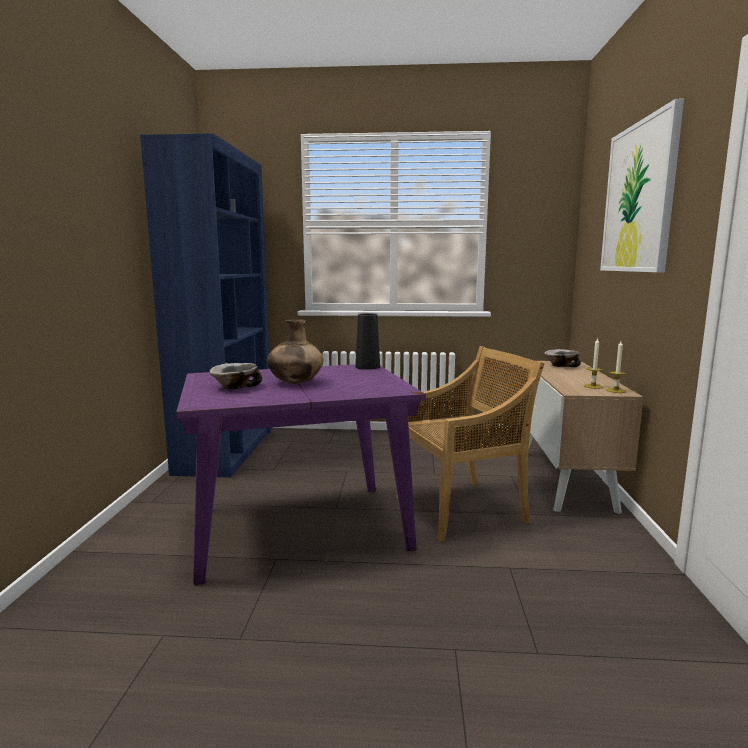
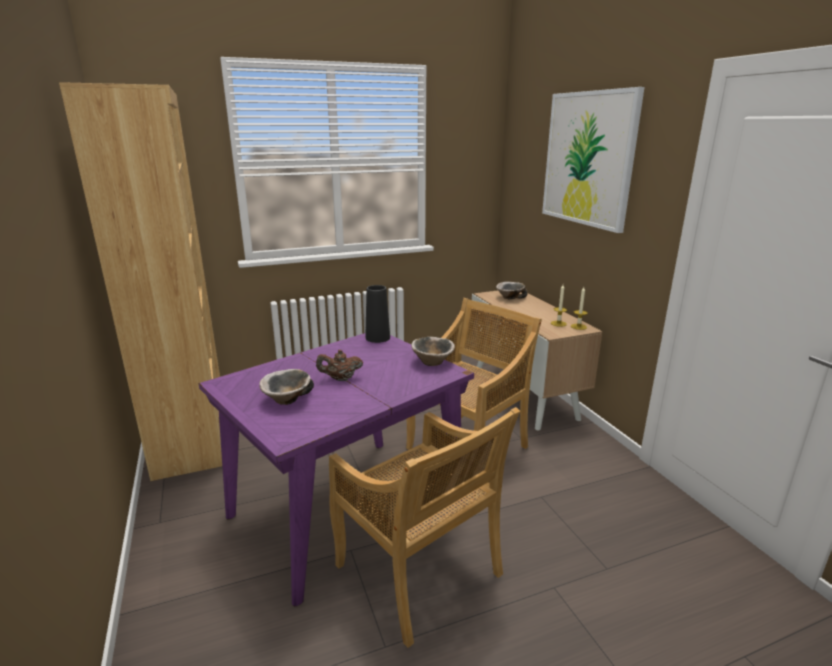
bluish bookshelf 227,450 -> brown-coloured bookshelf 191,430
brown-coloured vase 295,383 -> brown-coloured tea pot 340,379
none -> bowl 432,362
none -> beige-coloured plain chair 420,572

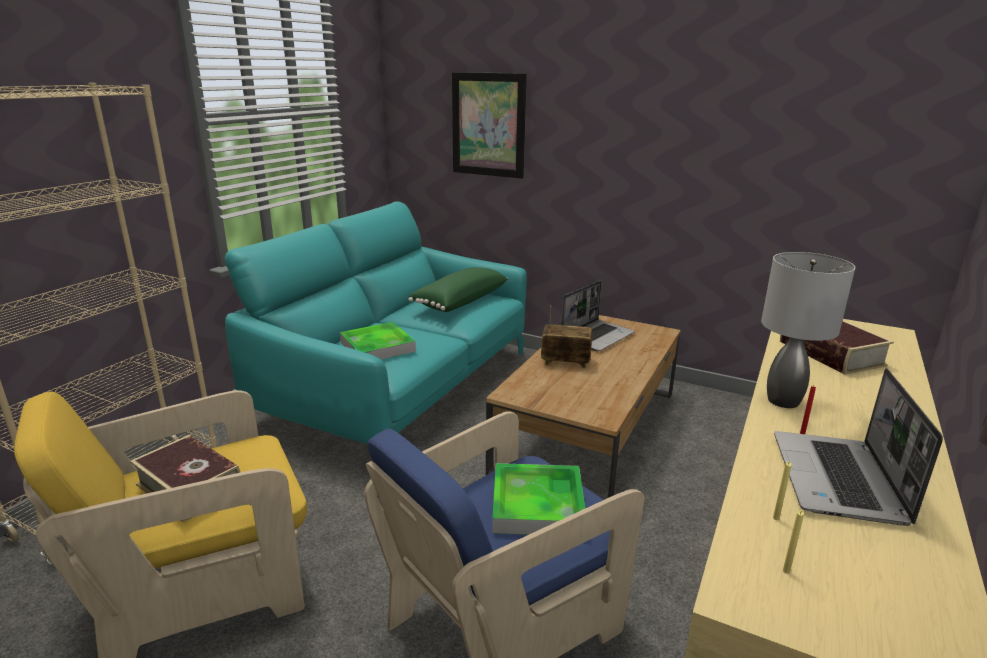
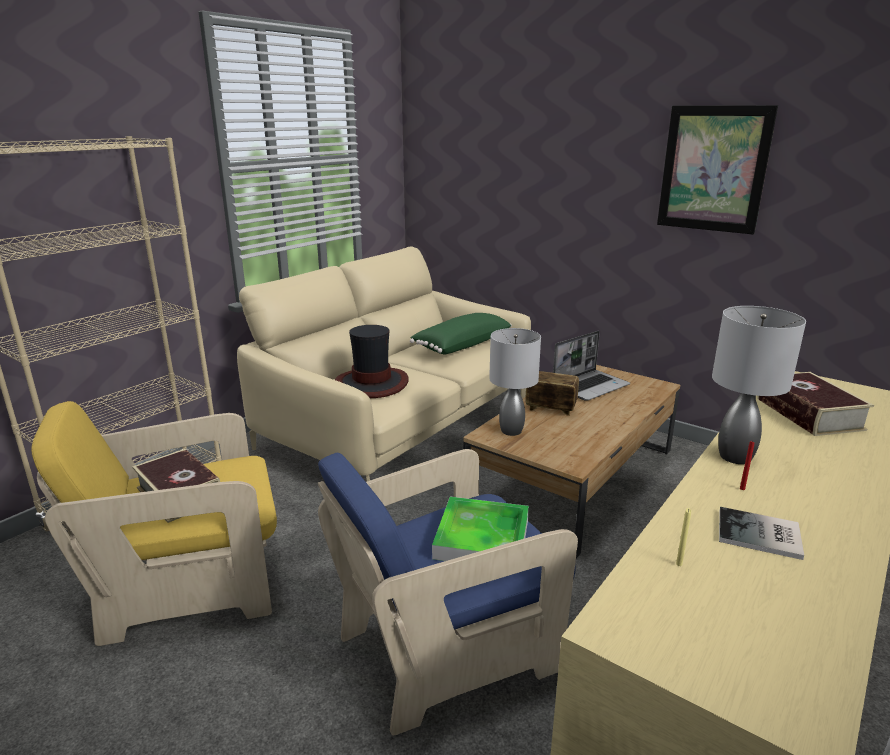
picture 488,125 -> picture 713,169, moved
turquoise sofa 399,386 -> beige-coloured sofa 399,424
carrying tray 377,347 -> hat 372,383
portable computer 839,480 -> volume 761,535
yellow-coloured candle 786,571 -> none
none -> gray tabletop lamp 511,430

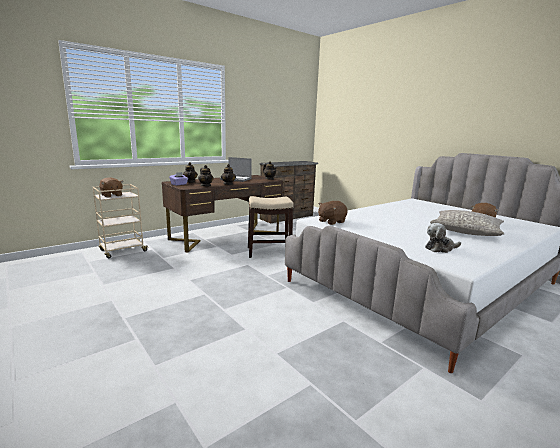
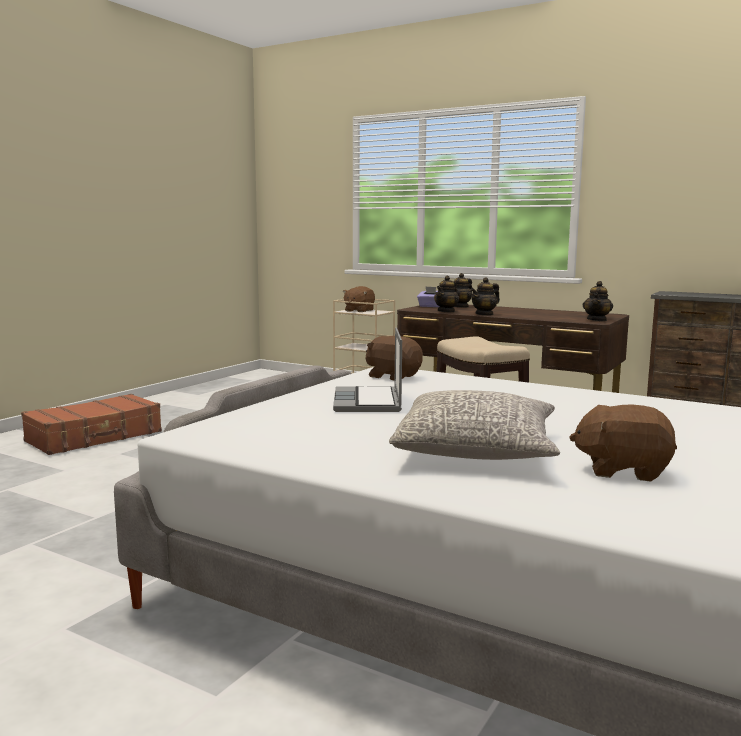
portable computer 236,179 -> portable computer 368,402, moved
plush toy 440,248 -> none
none -> brown-coloured piece of luggage 95,437

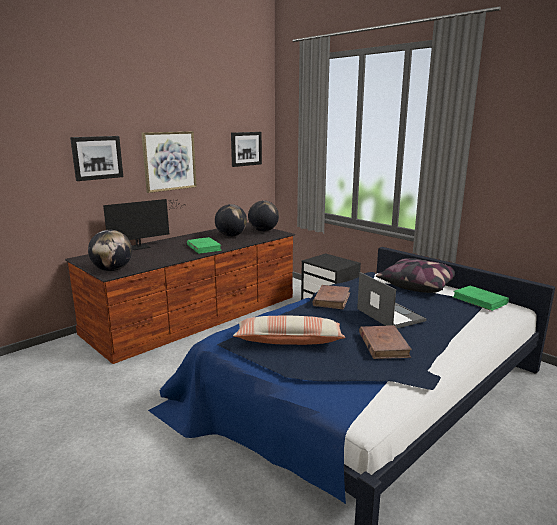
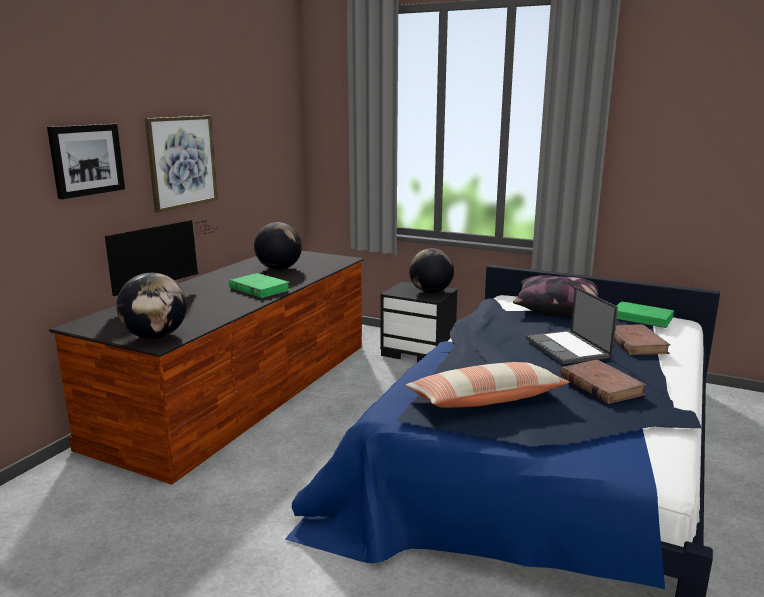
picture 246,148 -> none
desk globe 263,231 -> desk globe 430,292, moved
portable computer 389,314 -> portable computer 568,348, 150 degrees counterclockwise
brown-coloured volume 331,299 -> brown-coloured volume 635,343, moved

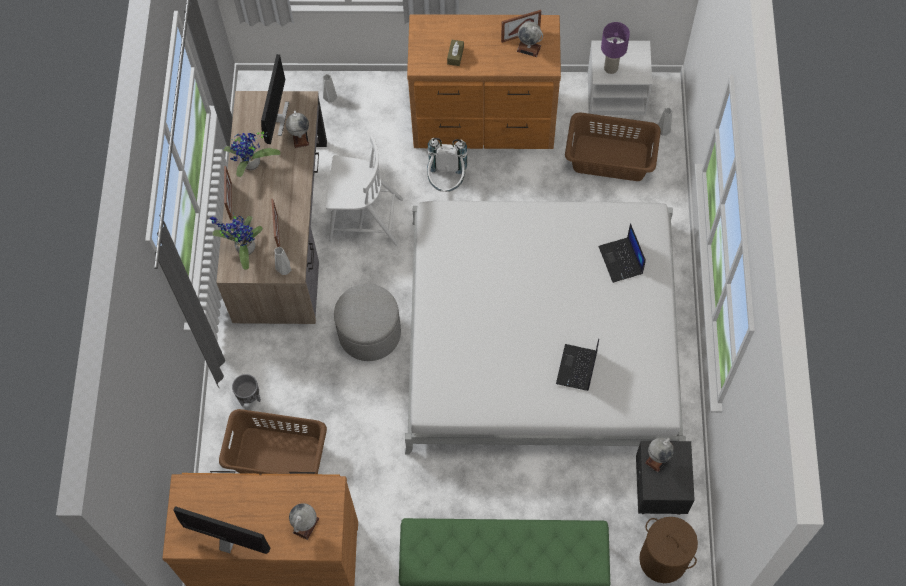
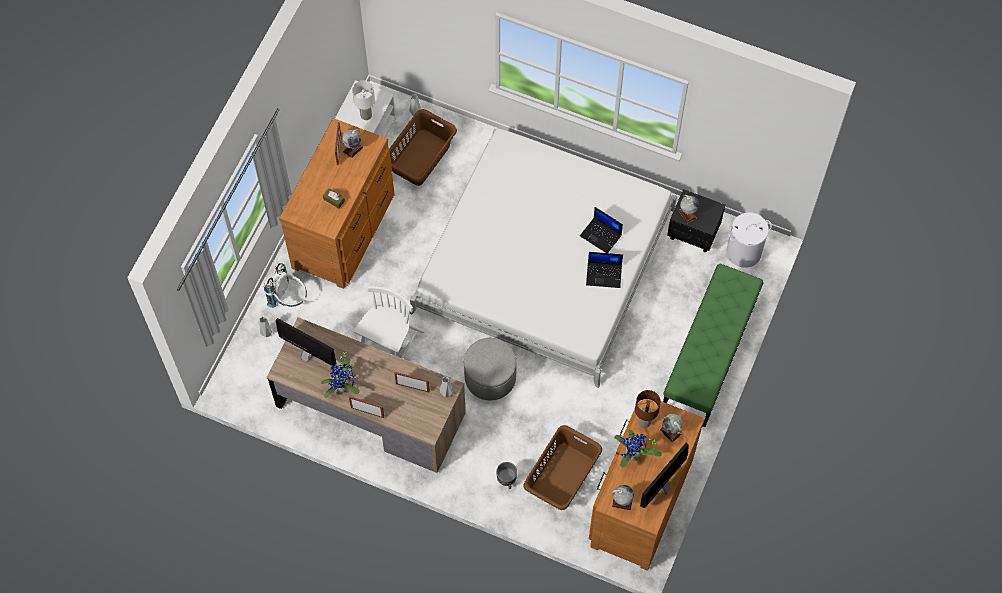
purple tabletop lamp 610,68 -> white-coloured tabletop lamp 366,115
desk globe 300,137 -> desk globe 622,502, moved
white-coloured rucksack 447,181 -> white-coloured rucksack 289,299, moved
potted plant 243,248 -> potted plant 633,455, moved
portable computer 621,260 -> portable computer 604,274, moved
brown-coloured washing basket 662,559 -> white-coloured washing basket 743,252
none -> brown-coloured tabletop lamp 644,422

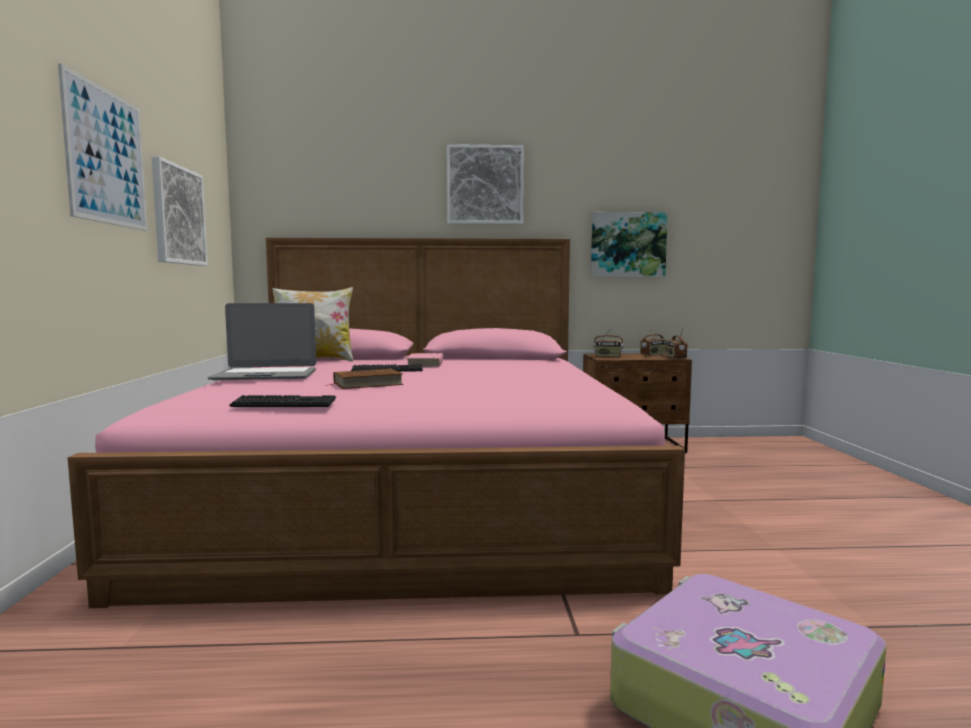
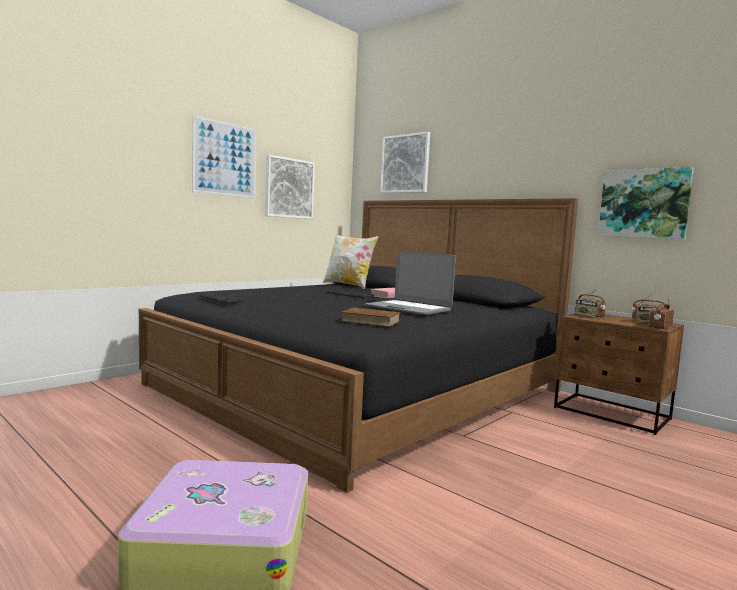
picture 485,185 -> picture 405,164, moved
pink bedroom bed 411,493 -> black-coloured bedroom bed 358,387
portable computer 265,376 -> portable computer 409,309, moved
brown-coloured volume 367,384 -> brown-coloured volume 370,321, moved

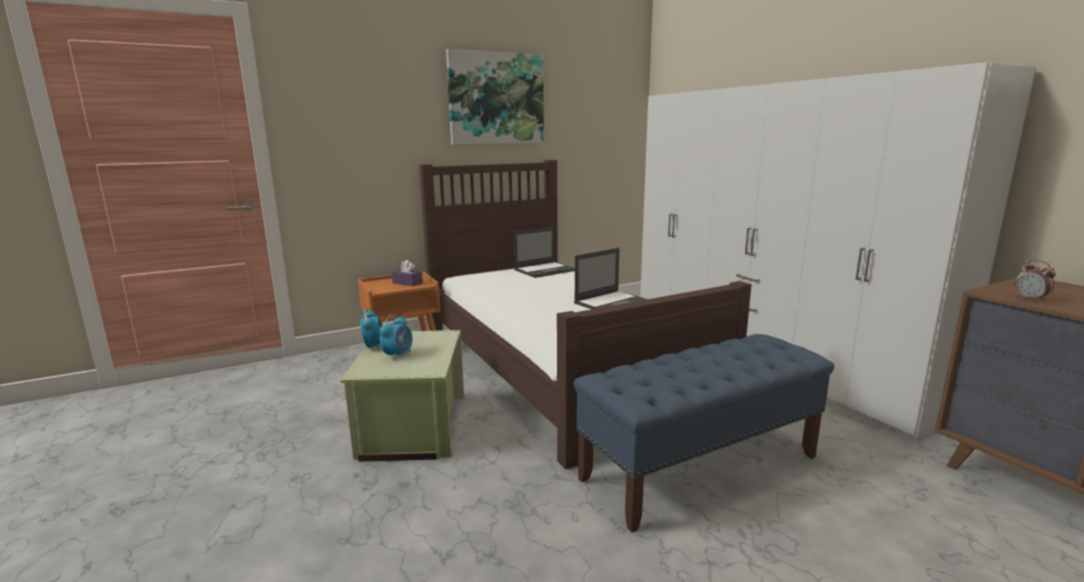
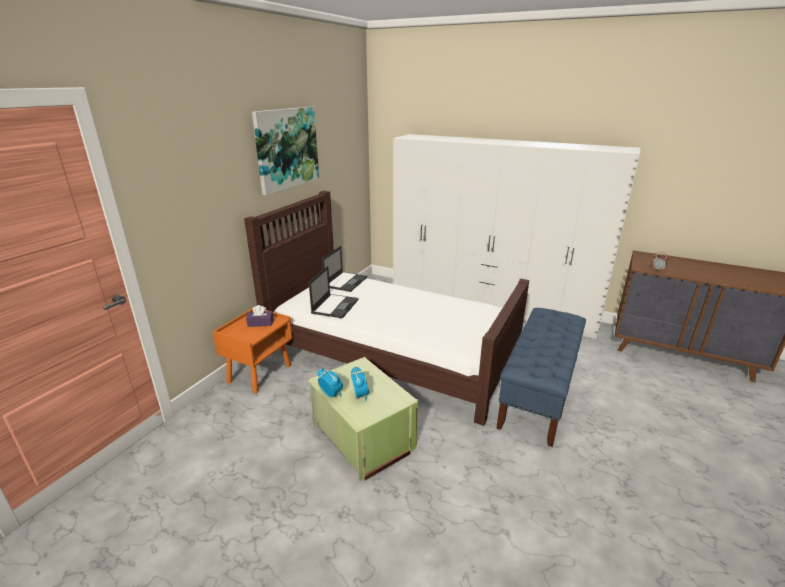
portable computer 612,303 -> portable computer 335,306, moved

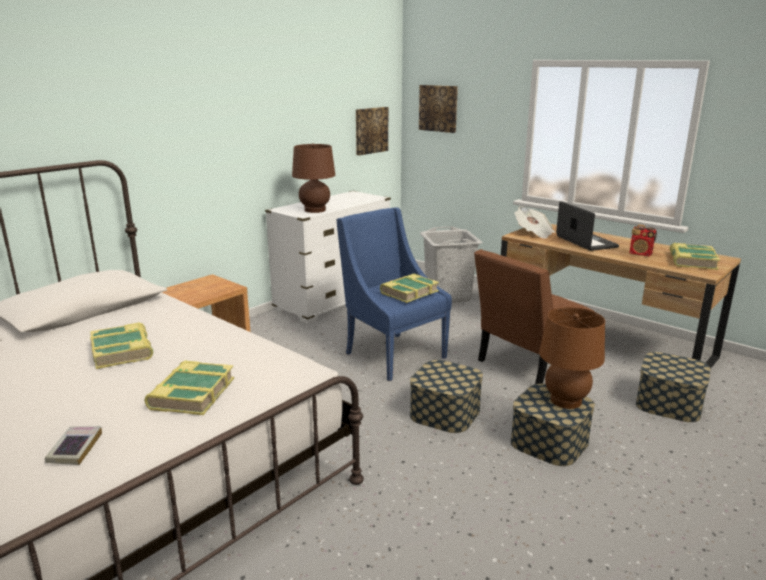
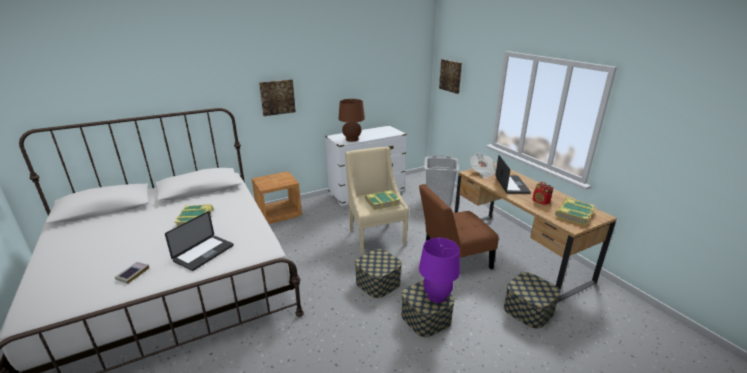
picture 371,130 -> picture 277,97, moved
bluish lounge chair 392,354 -> beige-coloured lounge chair 375,236
brown-coloured tabletop lamp 566,400 -> purple tabletop lamp 436,296
volume 191,394 -> portable computer 204,253

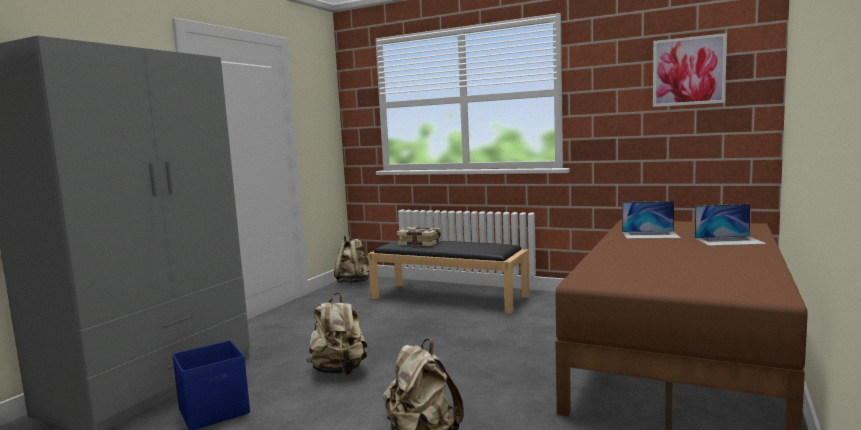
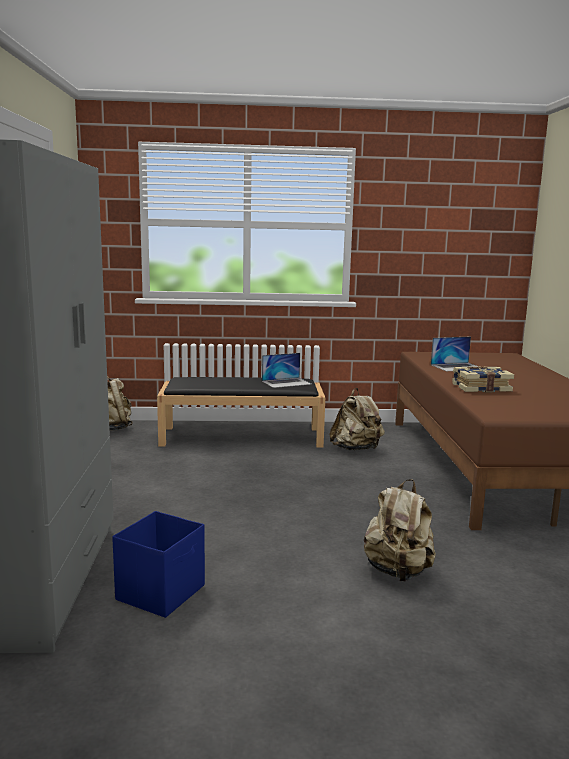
picture 688,71 -> none
portable computer 729,241 -> portable computer 286,382, moved
volume 420,243 -> volume 480,388, moved
beige-coloured rucksack 339,371 -> beige-coloured rucksack 356,449, moved

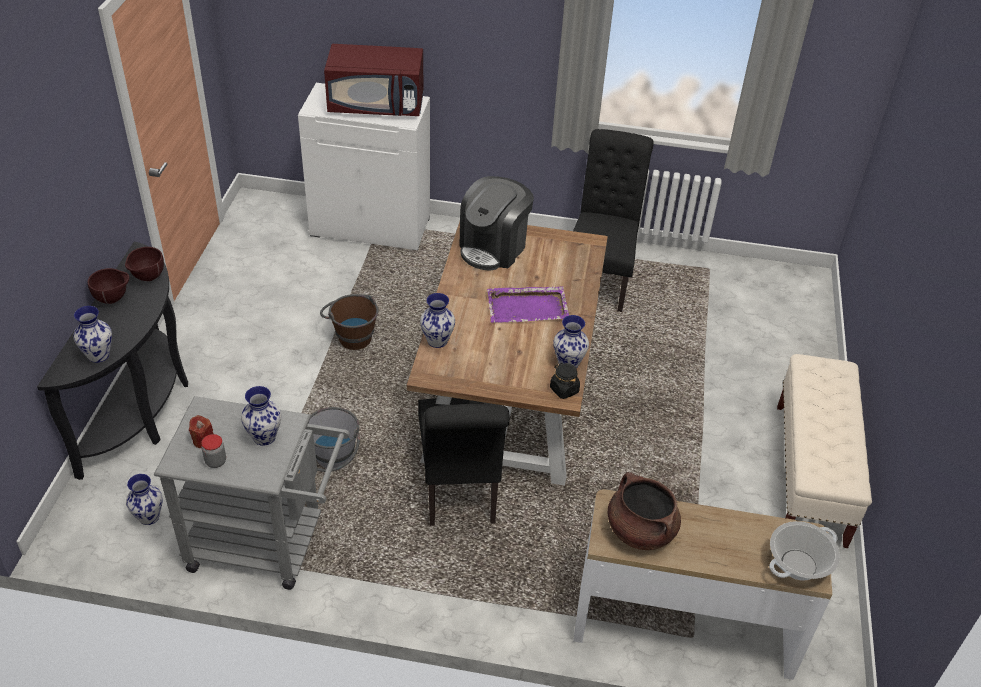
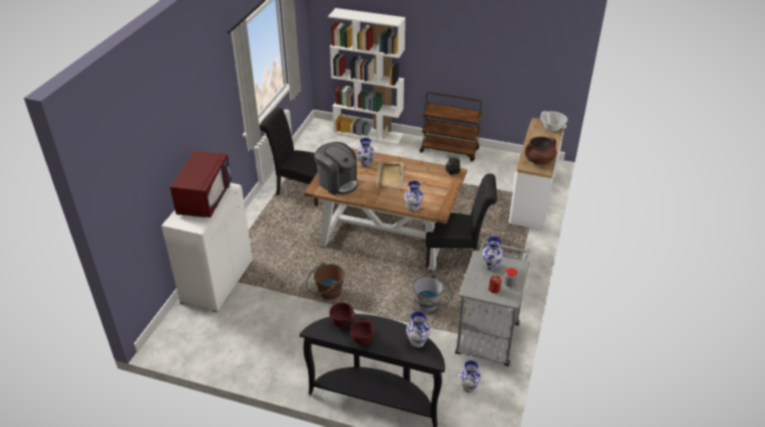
purple carrying tray 528,307 -> beige-coloured carrying tray 390,176
vase 569,363 -> vase 366,163, moved
beige-coloured bench 810,474 -> brown-coloured wheeled cart 450,150
none -> white-coloured bookshelf 368,133

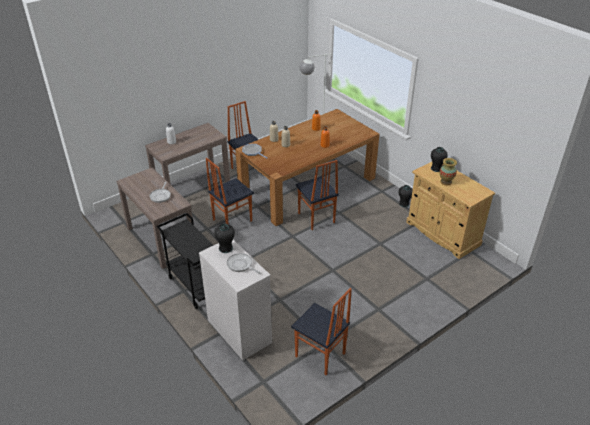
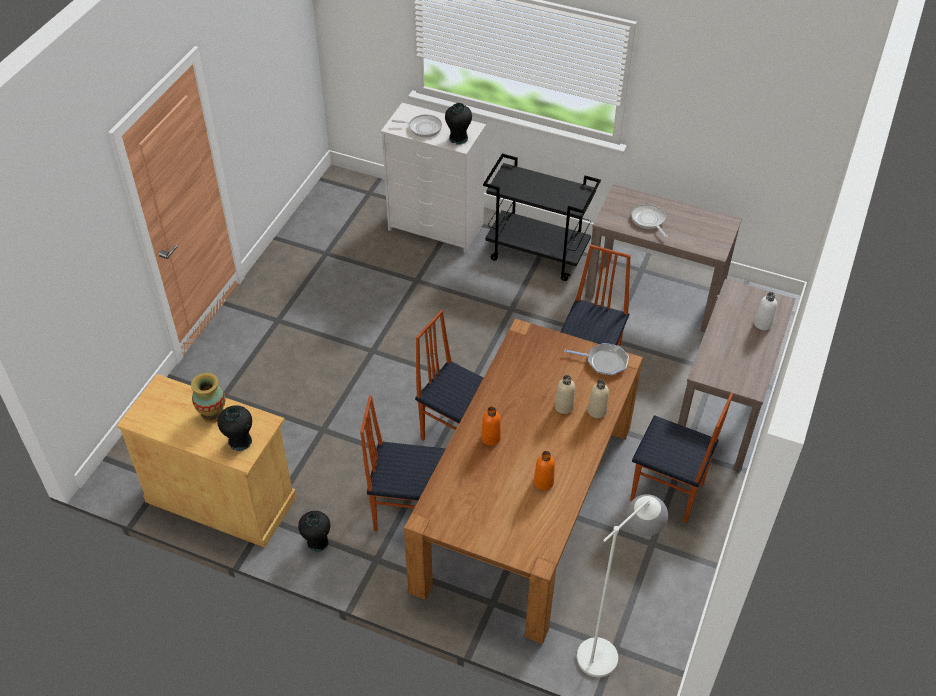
plain chair 320,356 -> plain chair 407,511, moved

